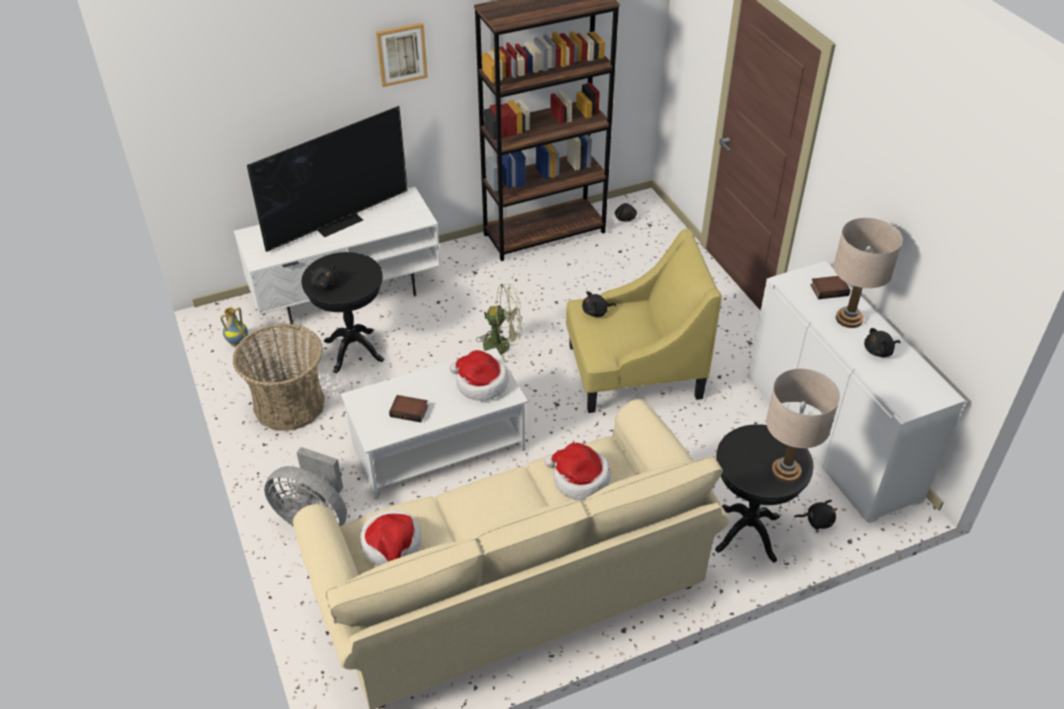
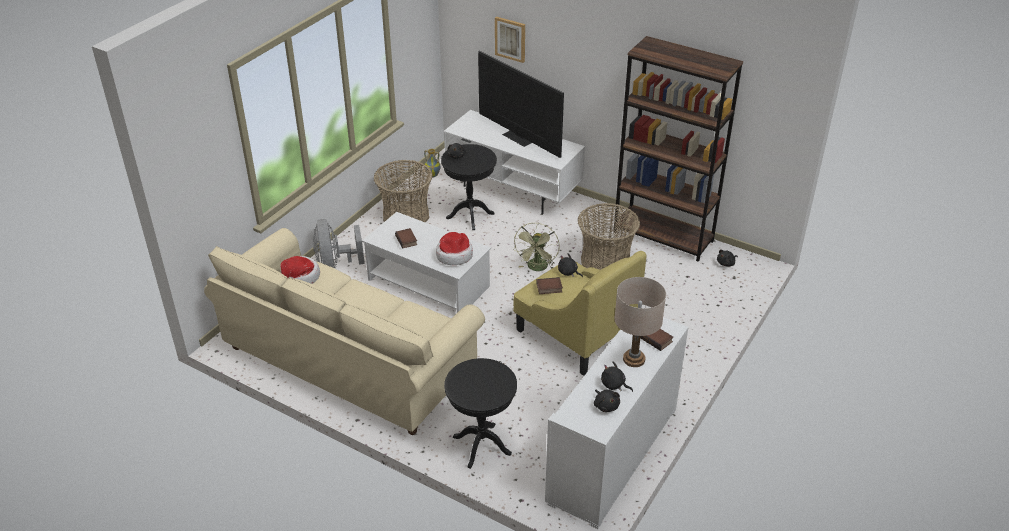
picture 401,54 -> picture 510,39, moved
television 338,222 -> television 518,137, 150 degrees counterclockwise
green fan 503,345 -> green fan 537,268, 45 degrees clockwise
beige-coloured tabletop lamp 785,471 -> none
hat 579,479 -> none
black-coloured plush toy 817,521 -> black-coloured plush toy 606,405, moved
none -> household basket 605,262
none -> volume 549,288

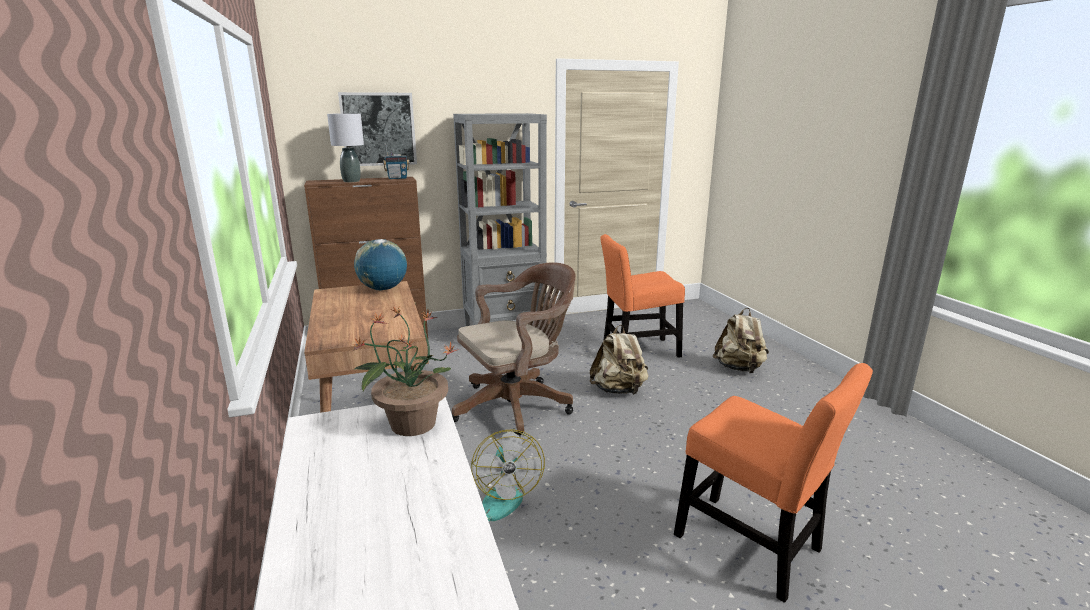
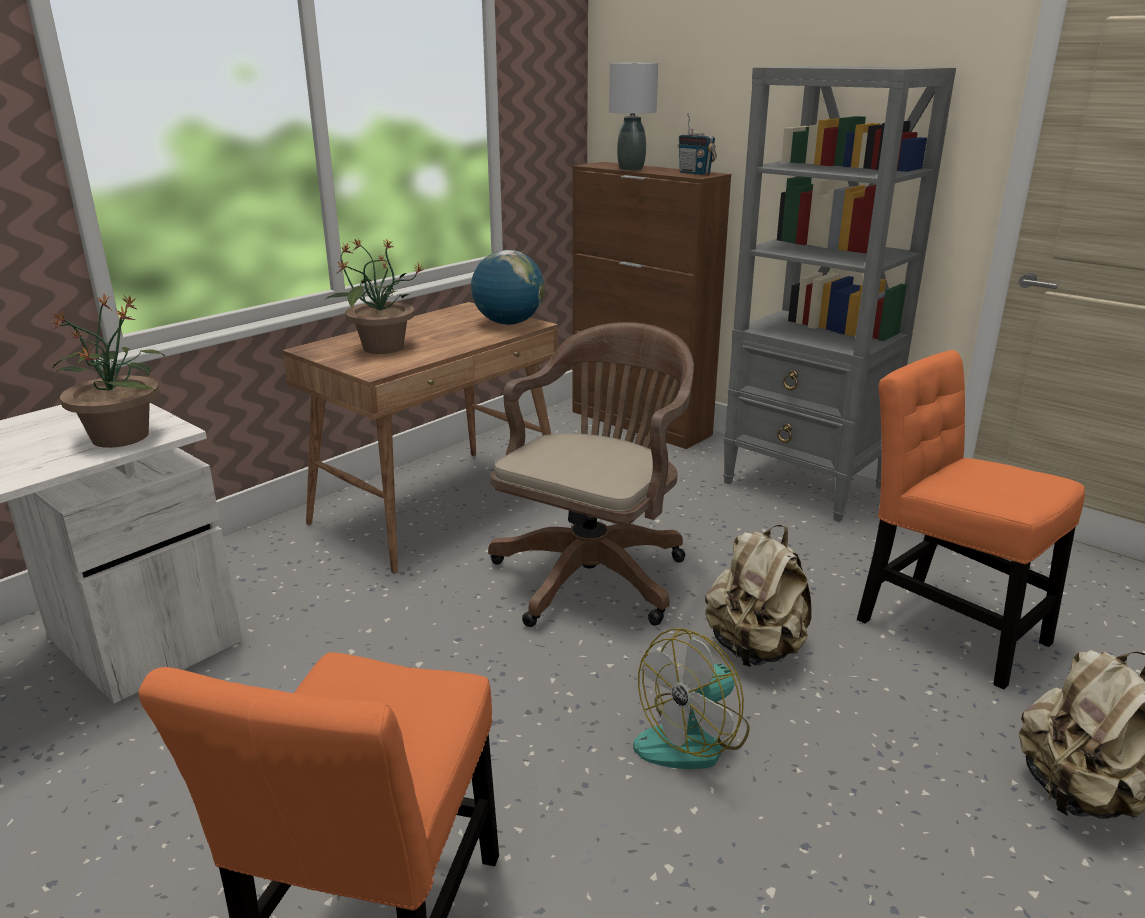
picture 378,129 -> none
brown-coloured office chair 517,406 -> brown-coloured office chair 595,573, 90 degrees counterclockwise
fan 499,496 -> fan 694,738, moved
none -> potted plant 381,348

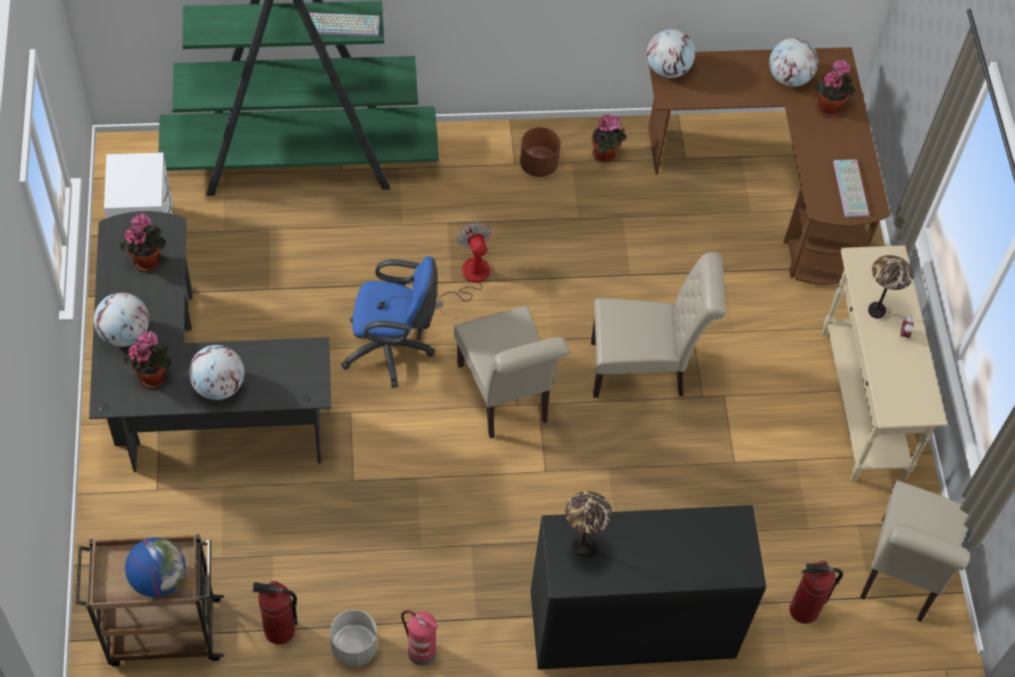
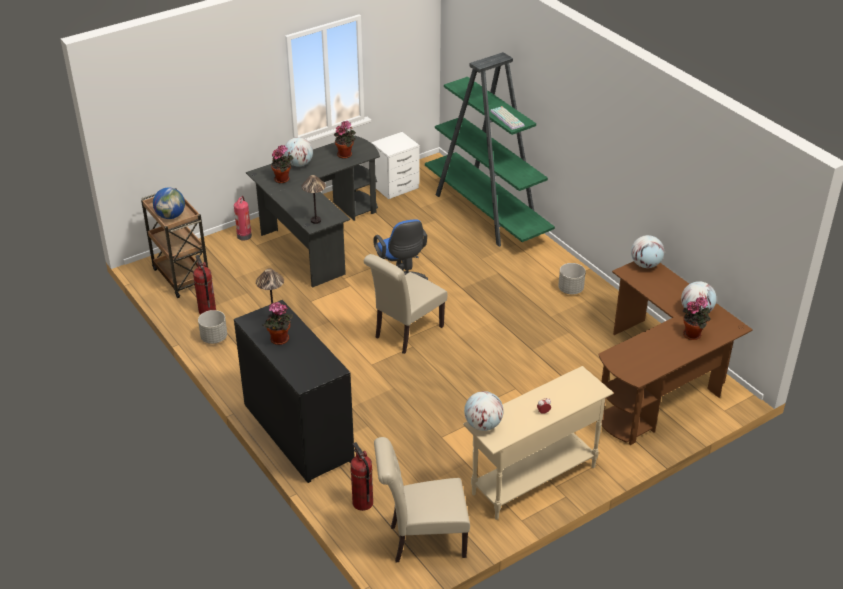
potted plant 606,155 -> potted plant 279,340, moved
brown-coloured planter 538,165 -> gray planter 570,289
keyboard 852,189 -> none
fan 469,278 -> none
beige-coloured plain chair 644,369 -> none
tabletop lamp 876,310 -> tabletop lamp 316,220, moved
desk globe 219,386 -> desk globe 483,425, moved
extinguisher 420,651 -> extinguisher 244,235, moved

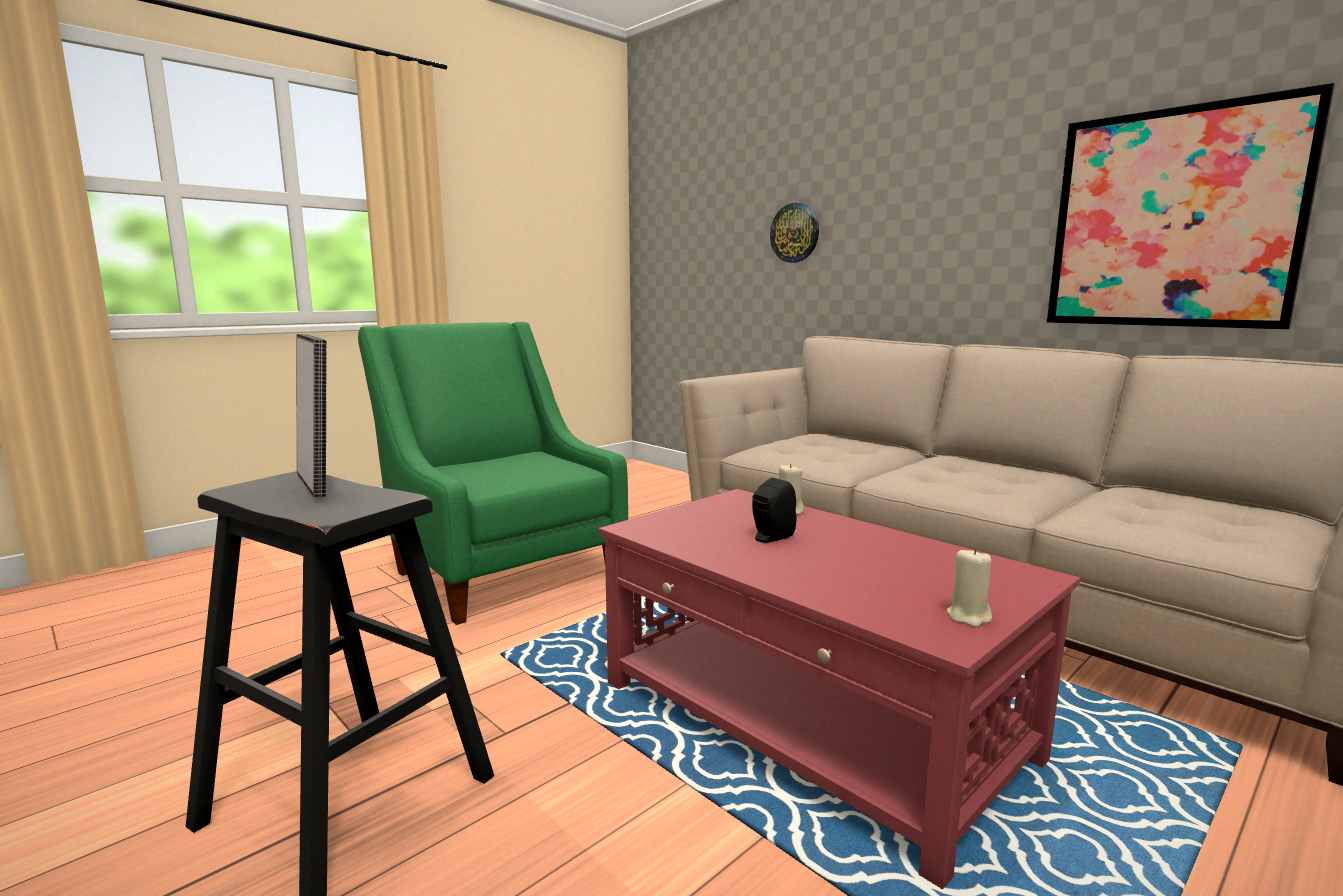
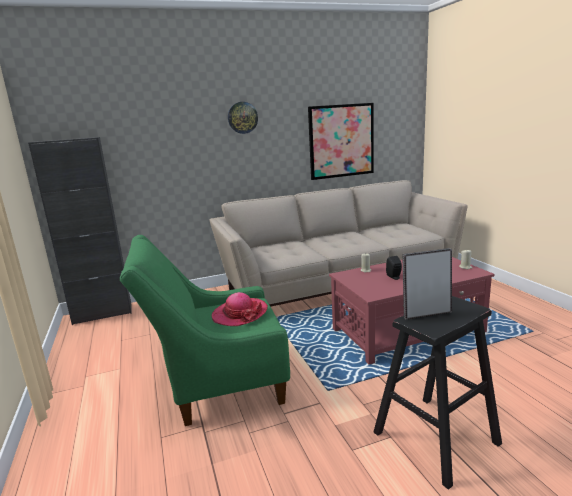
clock on the wall 795,233 -> clock on the wall 242,117, moved
none -> black-coloured cupboard 103,314
none -> hat 239,314

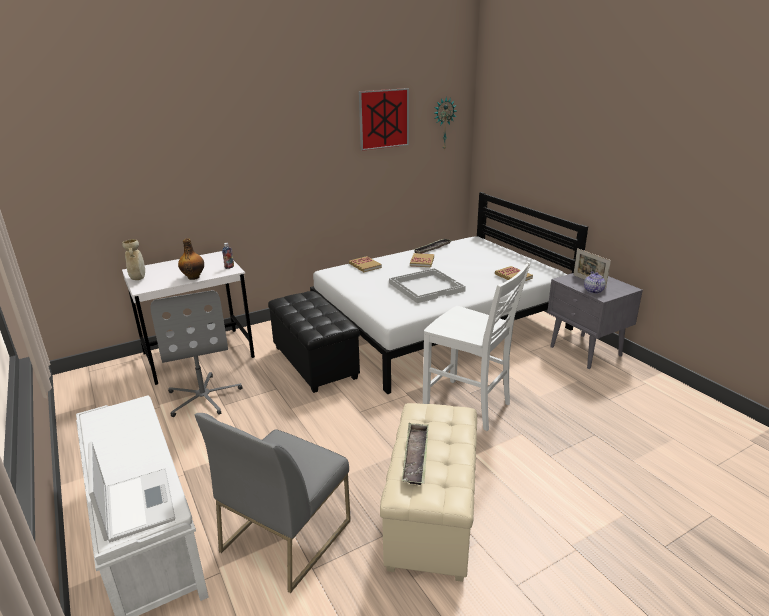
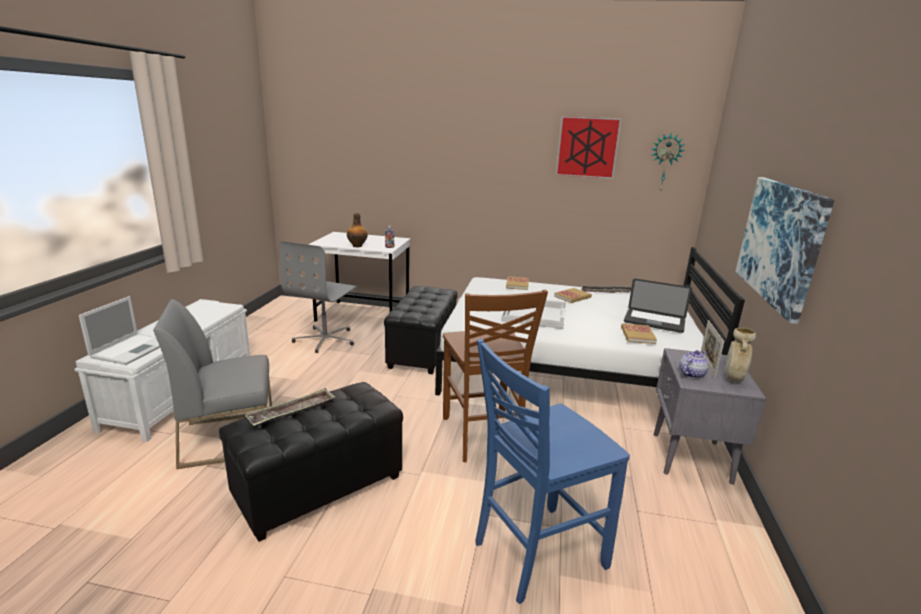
beige-coloured vase 138,279 -> beige-coloured vase 733,379, moved
white-coloured plain chair 468,406 -> brown-coloured plain chair 482,436
beige-coloured ottoman 431,515 -> black-coloured ottoman 318,487
none -> picture 780,242
none -> portable computer 654,322
none -> bluish plain chair 536,553

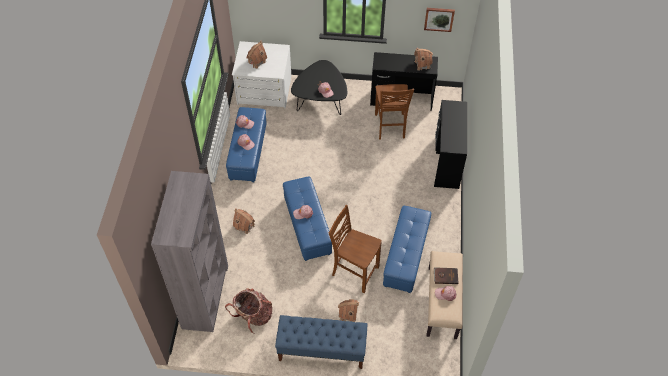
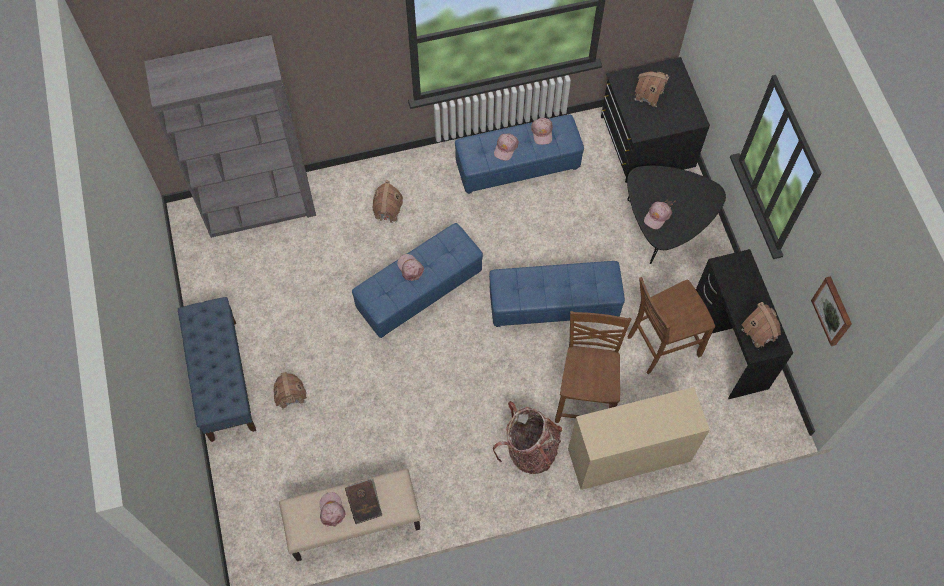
white-coloured dresser 264,91 -> black-coloured dresser 646,141
black-coloured desk unit 447,161 -> beige-coloured desk unit 629,455
brown-coloured plain chair 354,271 -> brown-coloured plain chair 585,396, moved
bluish ottoman 406,256 -> bluish ottoman 553,305, moved
rucksack 253,316 -> rucksack 529,449, moved

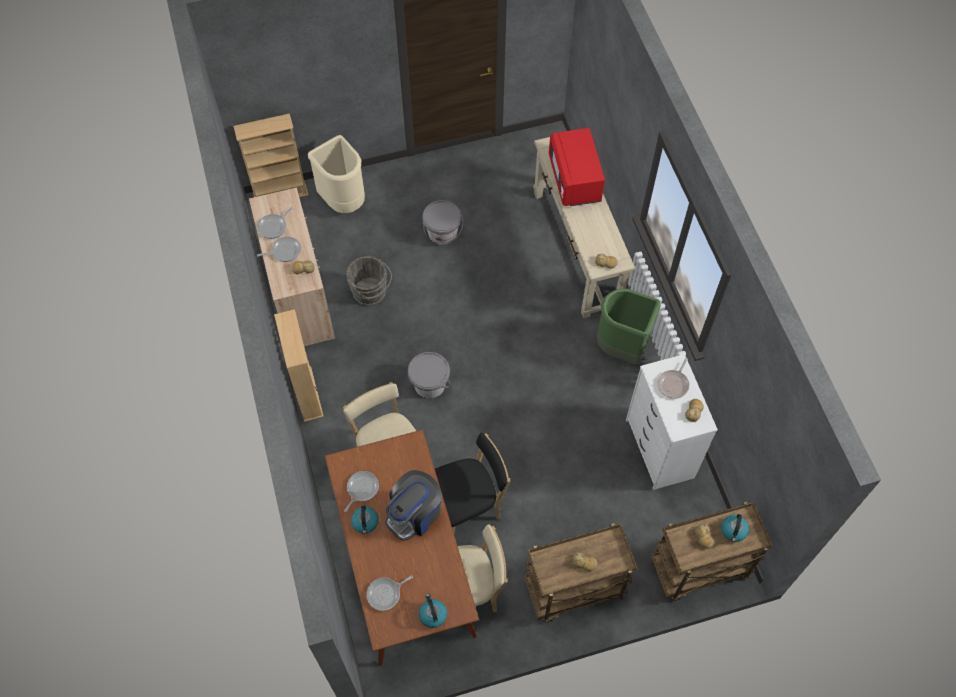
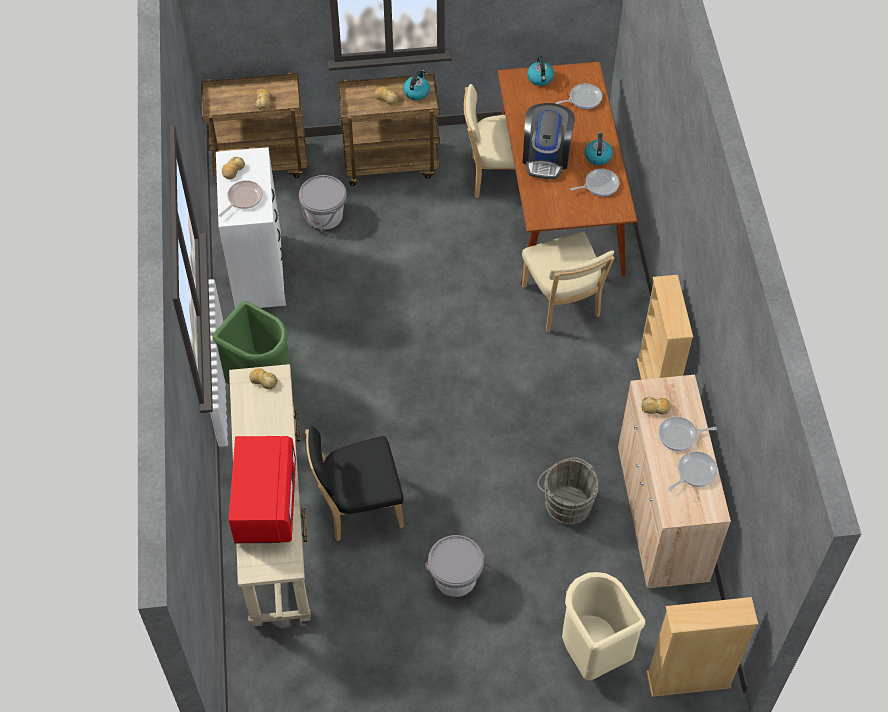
gray pail 429,384 -> gray pail 324,216, moved
black-coloured plain chair 468,506 -> black-coloured plain chair 358,507, moved
coffee brewer 415,513 -> coffee brewer 546,156, 135 degrees clockwise
pan 361,489 -> pan 599,185, 150 degrees counterclockwise
tea kettle 733,531 -> tea kettle 416,92, moved

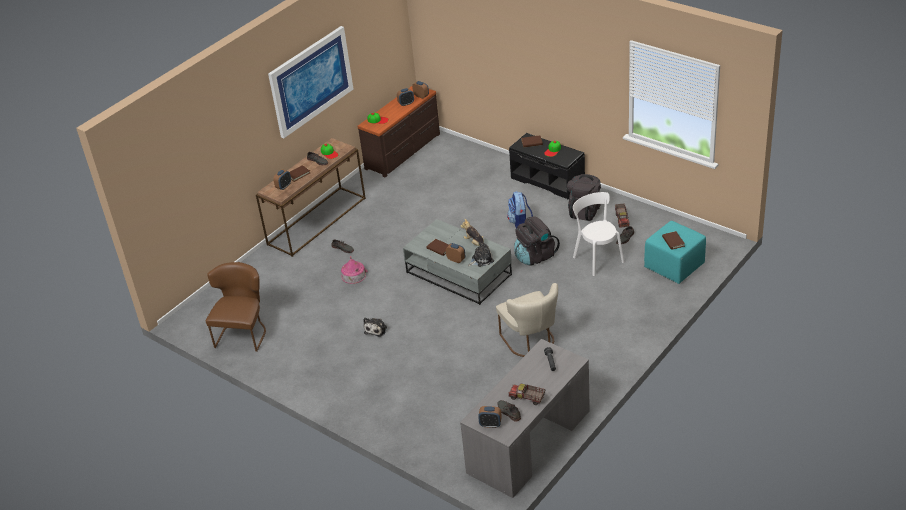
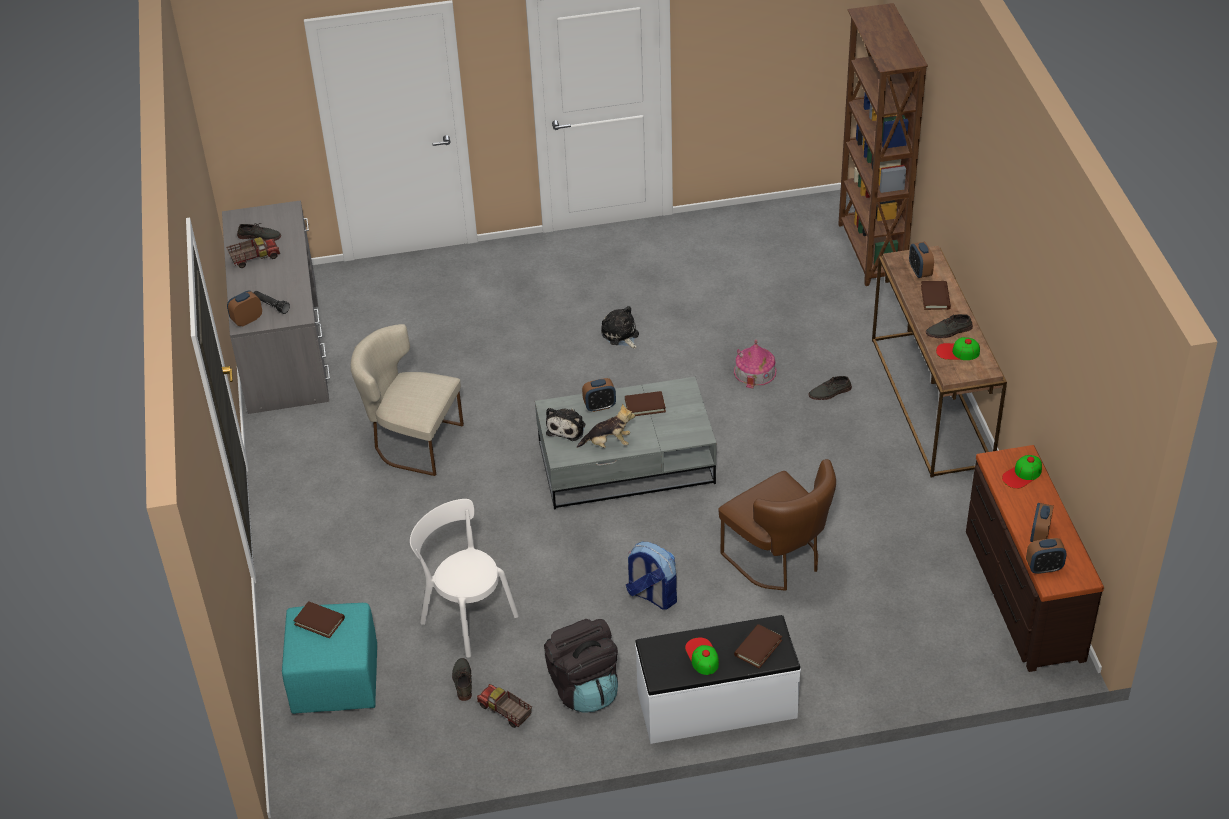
picture 311,81 -> none
black-coloured bench 548,180 -> white-coloured bench 717,705
white-coloured plain chair 597,258 -> white-coloured plain chair 466,616, 150 degrees counterclockwise
black-coloured rucksack 535,256 -> none
brown-coloured plain chair 243,333 -> brown-coloured plain chair 779,560, moved
alarm clock 490,424 -> alarm clock 247,320, moved
none -> brown-coloured bookshelf 870,252

